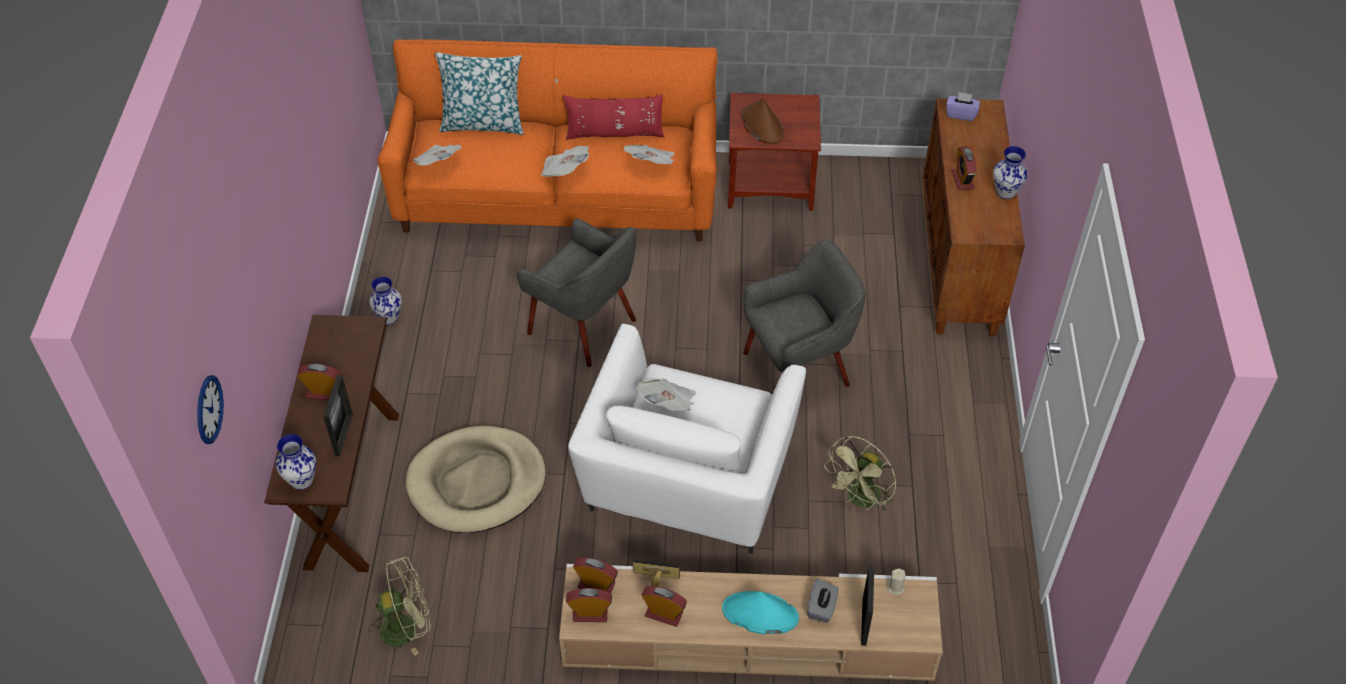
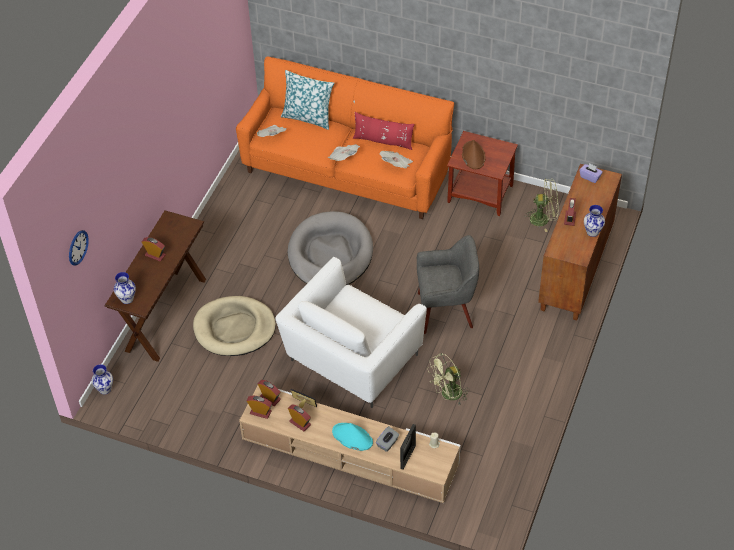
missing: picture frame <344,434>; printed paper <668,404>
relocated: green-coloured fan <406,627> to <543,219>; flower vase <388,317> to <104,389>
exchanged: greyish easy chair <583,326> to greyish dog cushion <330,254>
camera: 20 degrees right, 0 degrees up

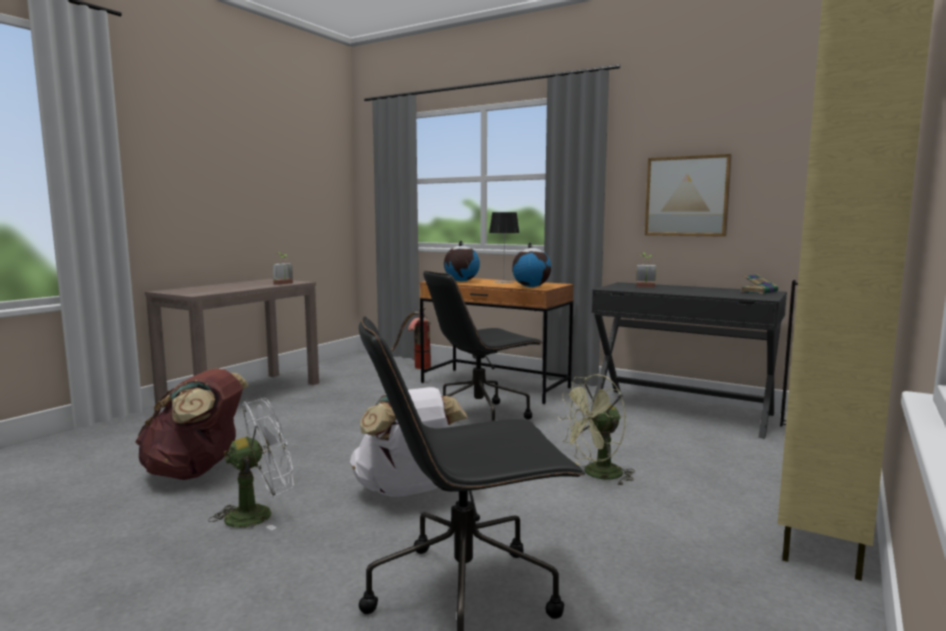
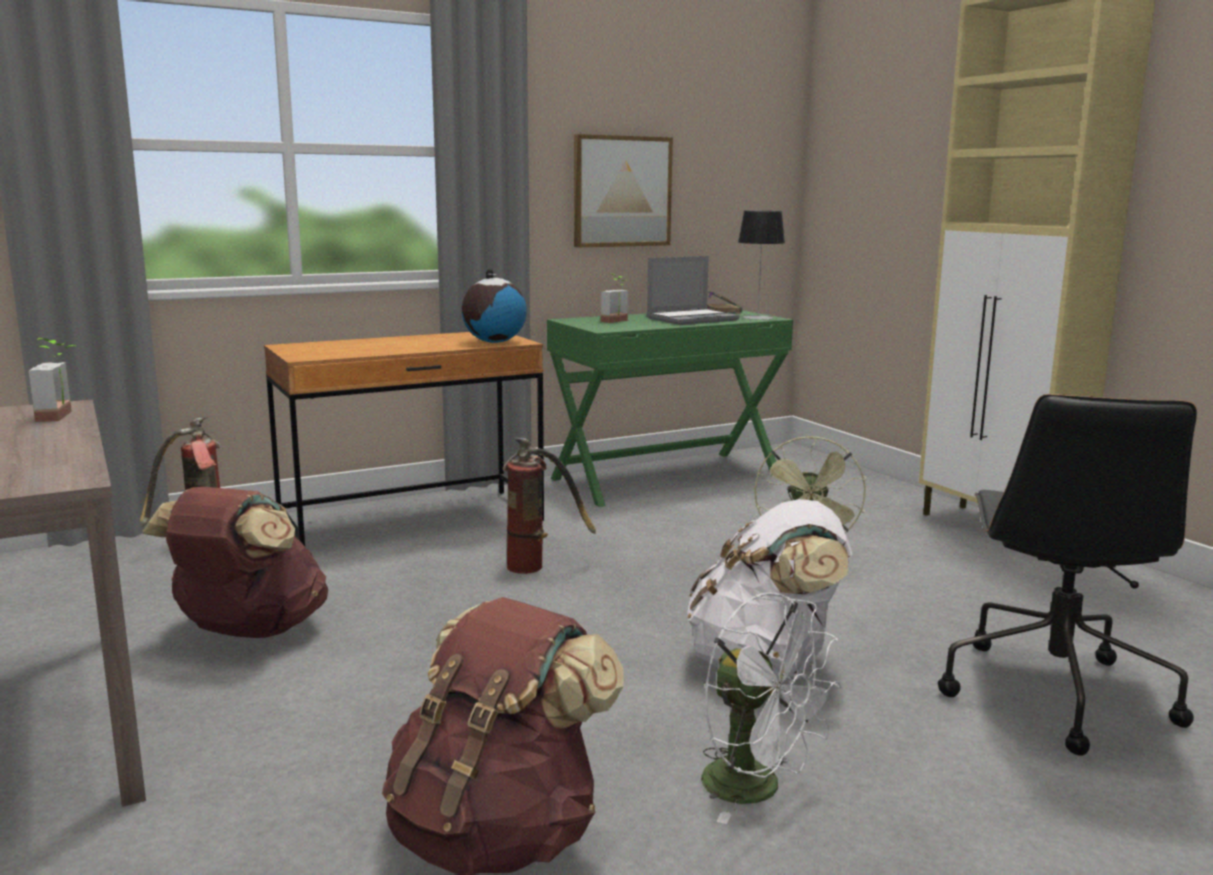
missing: globe <461,281>
appeared: brown-coloured rucksack <248,631>; notebook computer <692,319>
relocated: tabletop lamp <503,281> to <757,318>
exchanged: blackish desk chair <480,417> to fire extinguisher <539,565>
colour: blackish desk <681,411> to green-coloured desk <666,477>
spun: white fan <259,514> = <757,789> 135 degrees clockwise
camera: 60 degrees left, 5 degrees up

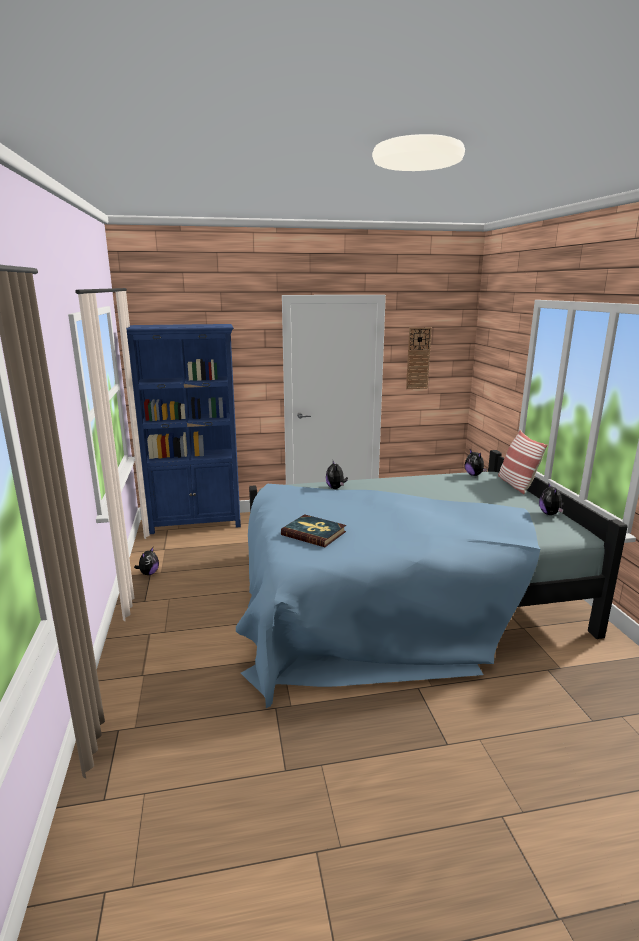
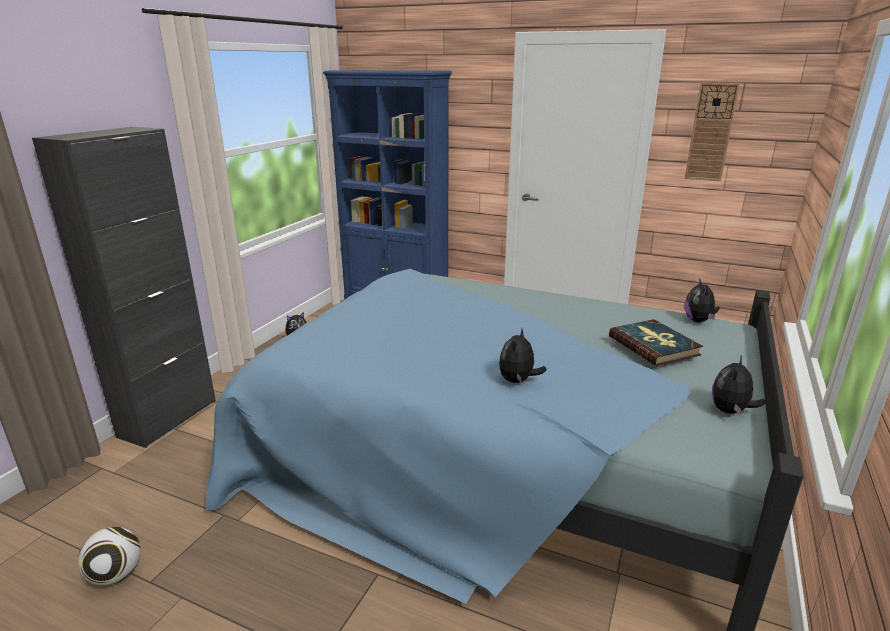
missing: pillow <516,484>
appeared: blackish storage cabinet <168,418>; ball for football <116,575>
relocated: book <314,533> to <654,345>; cuddly toy <336,488> to <518,381>
camera: 35 degrees right, 5 degrees up

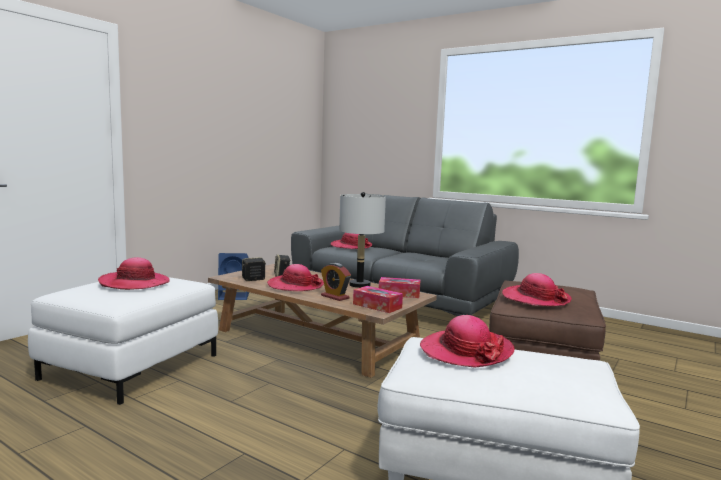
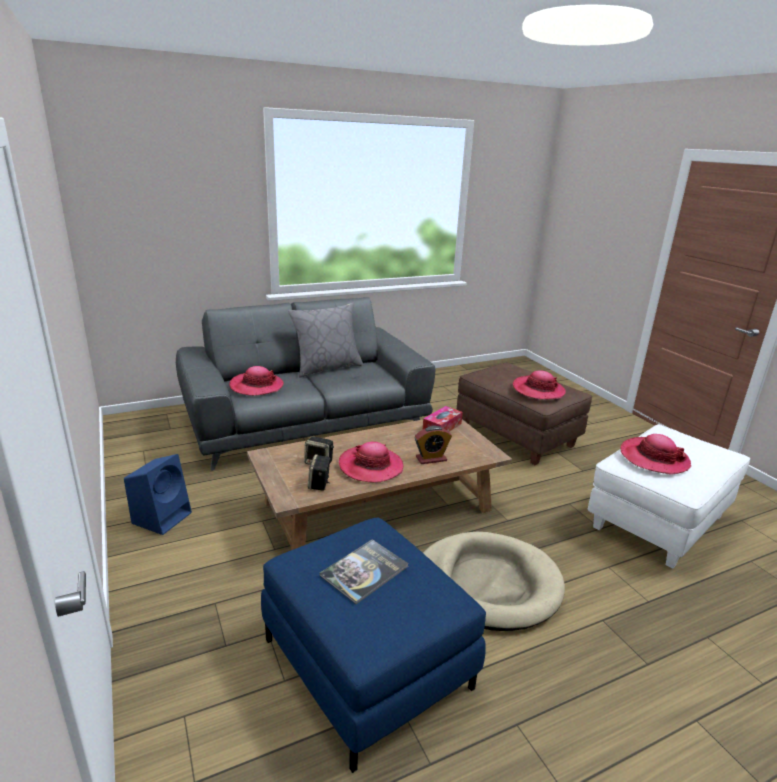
missing: greyish tabletop lamp <360,285>; box of tissues <377,306>
appeared: greyish pillow <327,367>; beige-coloured dog cushion <487,584>
exchanged: clothing hat <134,283> to book <364,571>
colour: white ottoman <131,366> to bluish ottoman <366,663>
camera: 60 degrees left, 15 degrees up

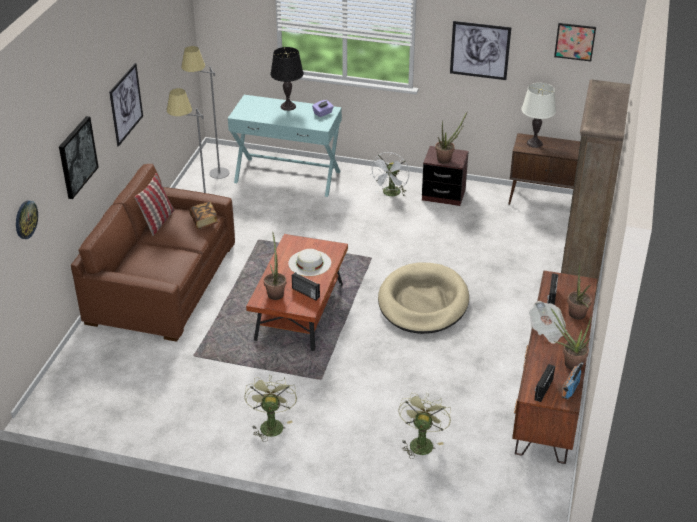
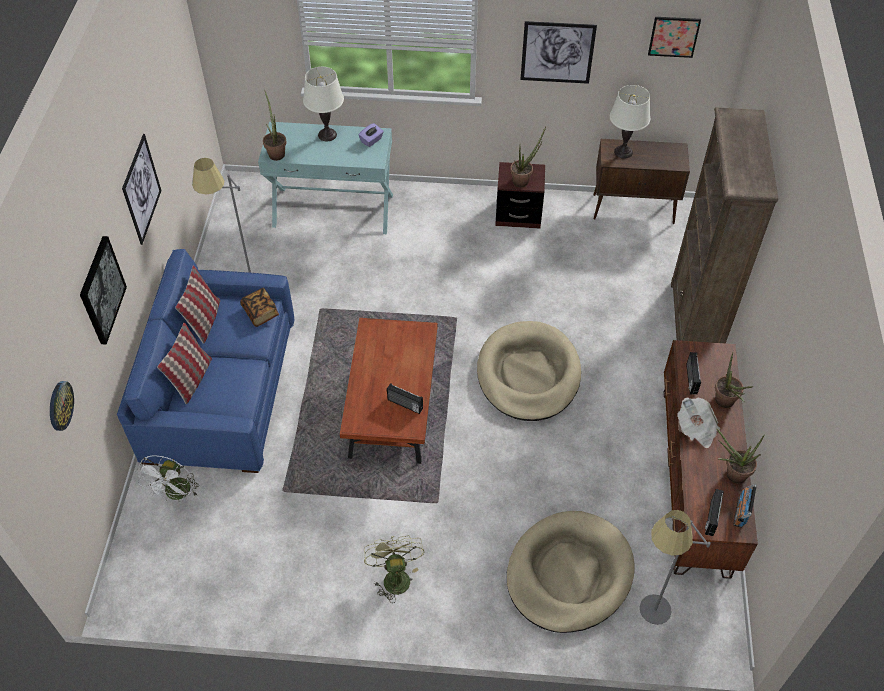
missing: white clothing hat <309,263>
appeared: pillow <192,379>
relocated: greyish standing lamp <211,176> to <646,619>; houseplant <275,292> to <276,152>; white fan <390,194> to <176,494>
exchanged: green-coloured fan <421,442> to beige-coloured dog cushion <569,574>
colour: brown-coloured settee <161,282> to bluish settee <219,387>; blackish tabletop lamp <288,106> to white tabletop lamp <327,135>
camera: 10 degrees left, 15 degrees up

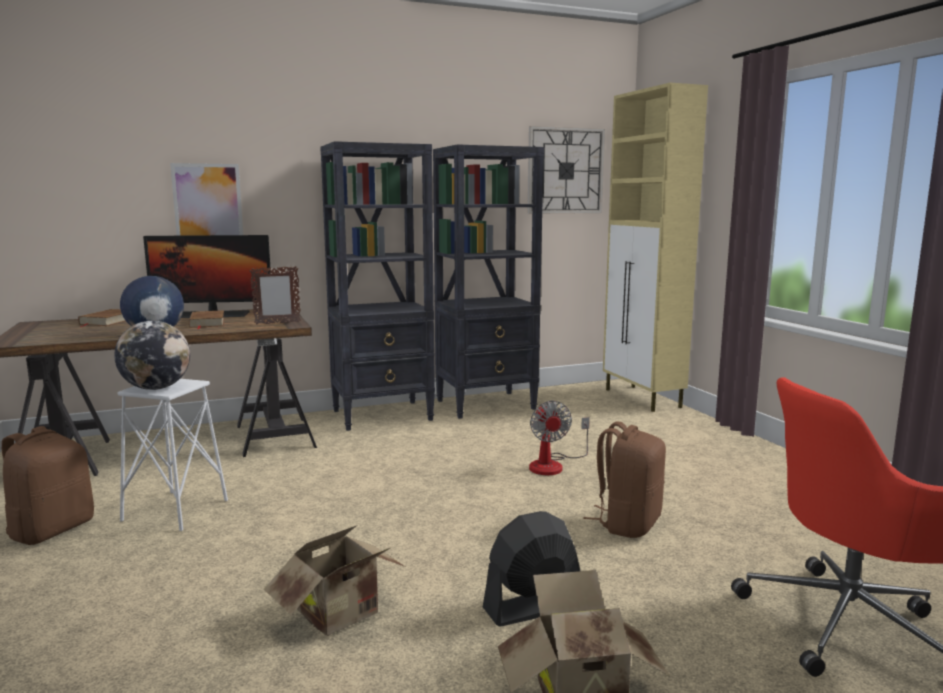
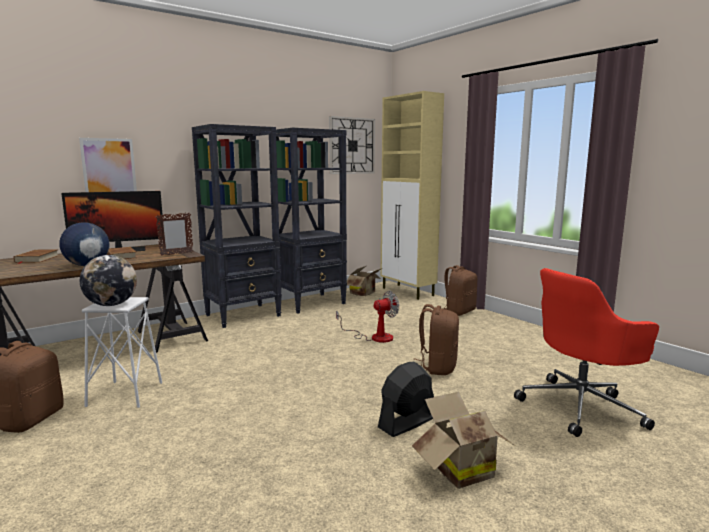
appeared: brown-coloured rucksack <459,312>
relocated: packing box <343,615> to <364,293>
spun: fan <553,465> = <374,337> 90 degrees counterclockwise
camera: 15 degrees left, 0 degrees up

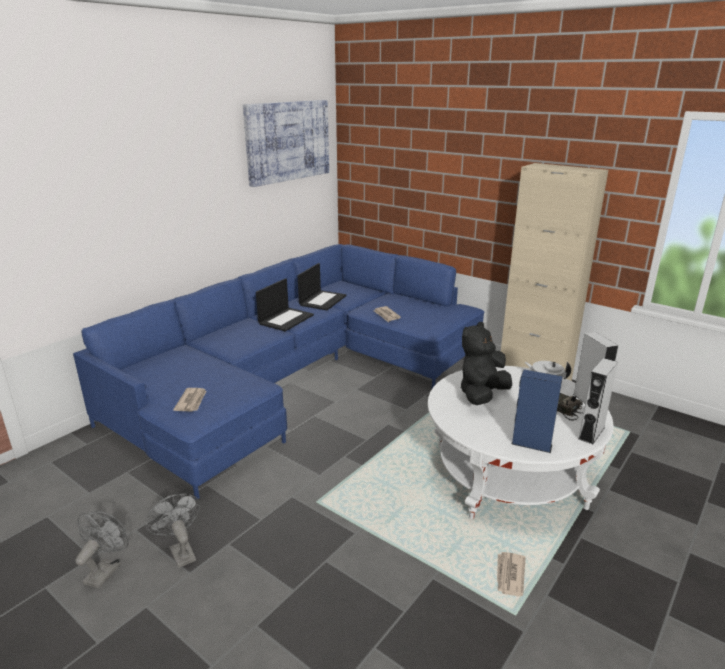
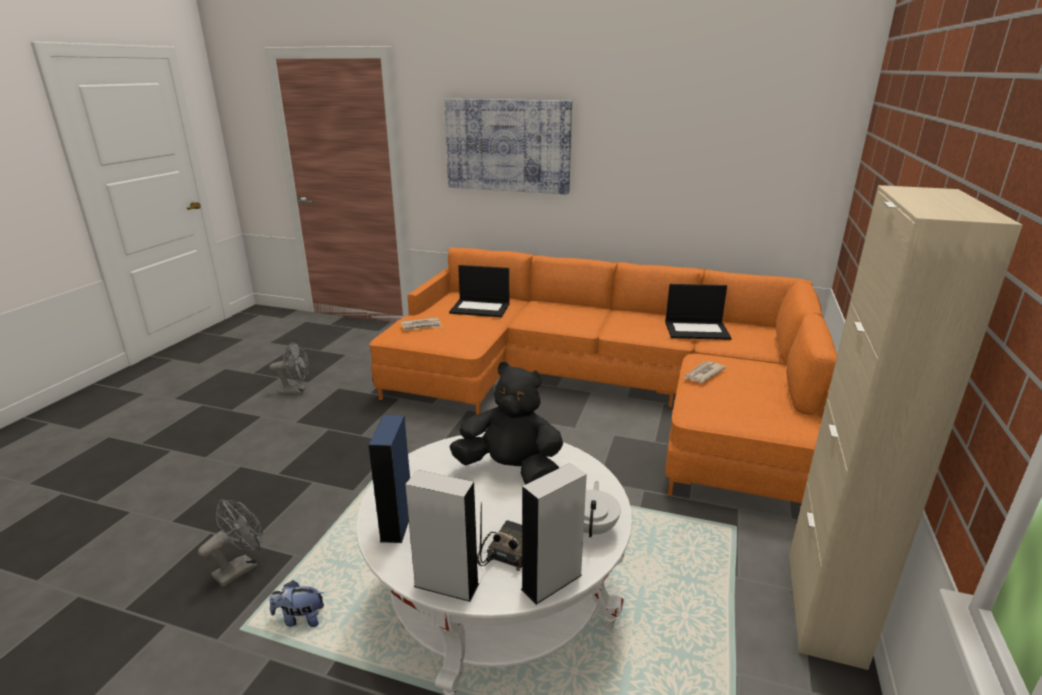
relocated: greyish fan <180,551> to <241,567>; wall art <287,141> to <508,145>; notebook computer <286,319> to <481,308>
exchanged: printed paper <509,576> to cuddly toy <300,618>
colour: bluish settee <298,376> to orange settee <608,393>
camera: 70 degrees right, 0 degrees up

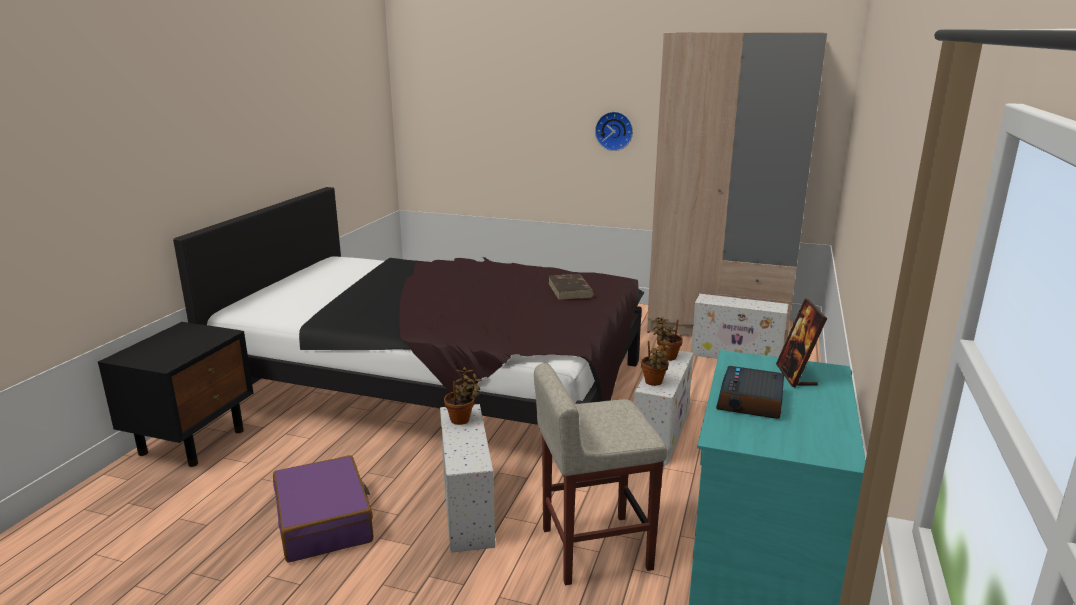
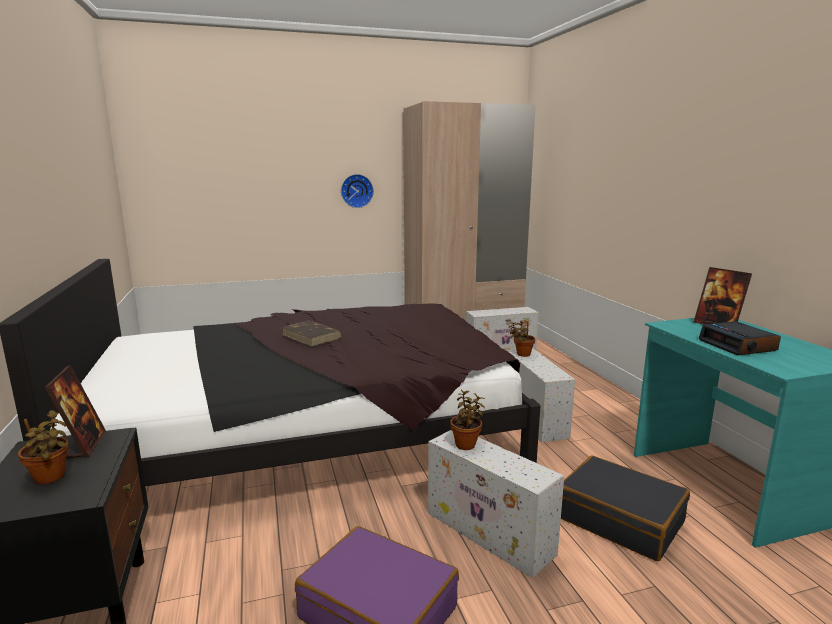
appeared: picture frame <83,445>
relocated: brown-coloured book <570,290> to <312,336>; houseplant <654,382> to <50,478>
exchanged: beige-coloured stool seat <594,548> to blackish travel case <620,519>
camera: 35 degrees left, 5 degrees down

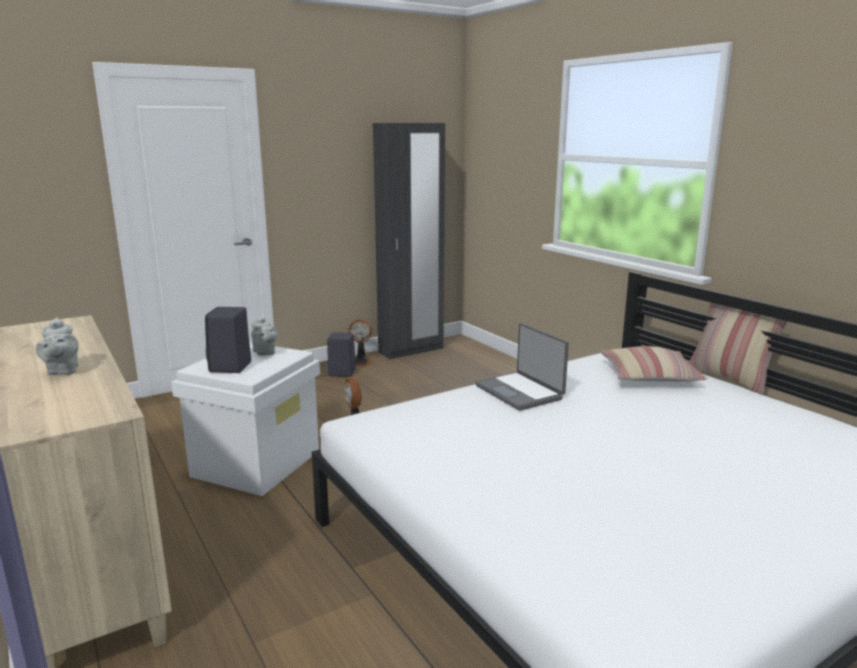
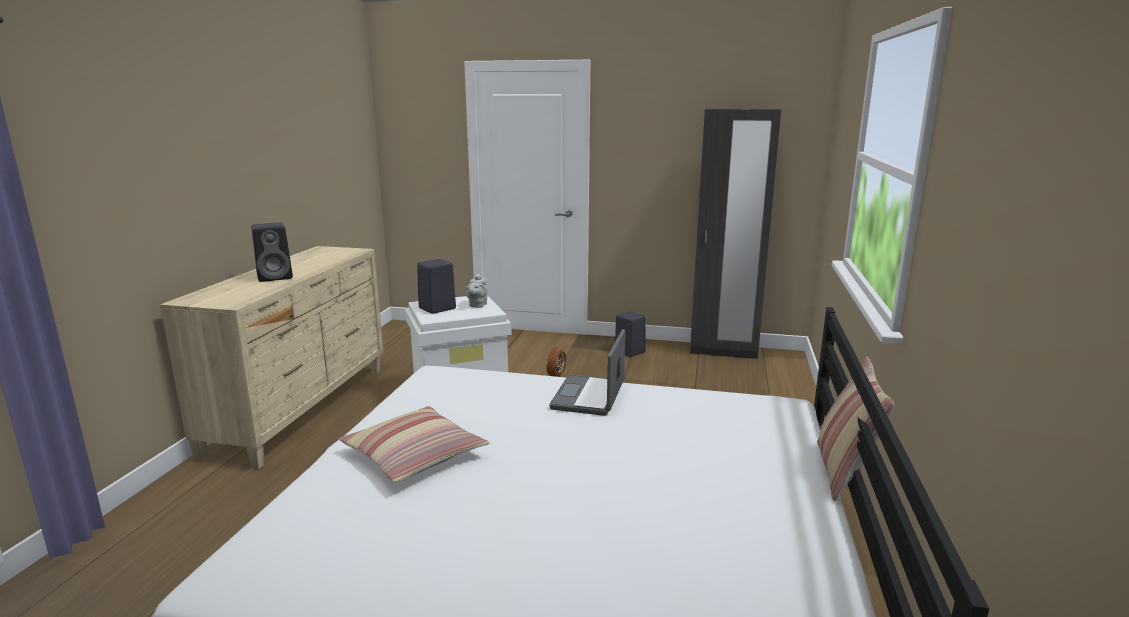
missing: fan <361,362>
relocated: pillow <649,376> to <414,456>
exchanged: greyish tea pot <62,371> to blackish loudspeaker <276,277>
camera: 45 degrees right, 0 degrees up

